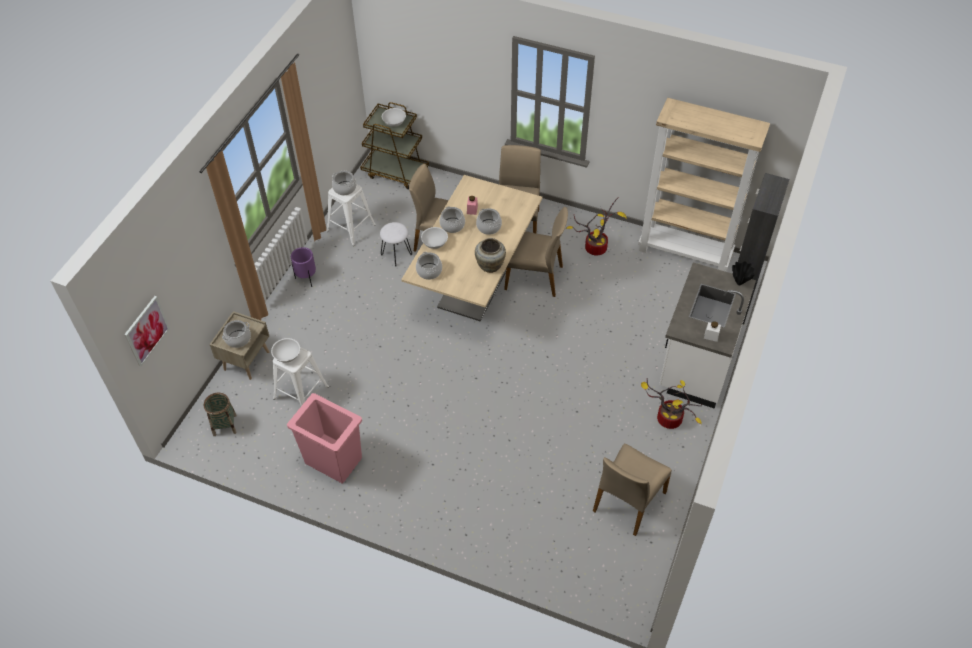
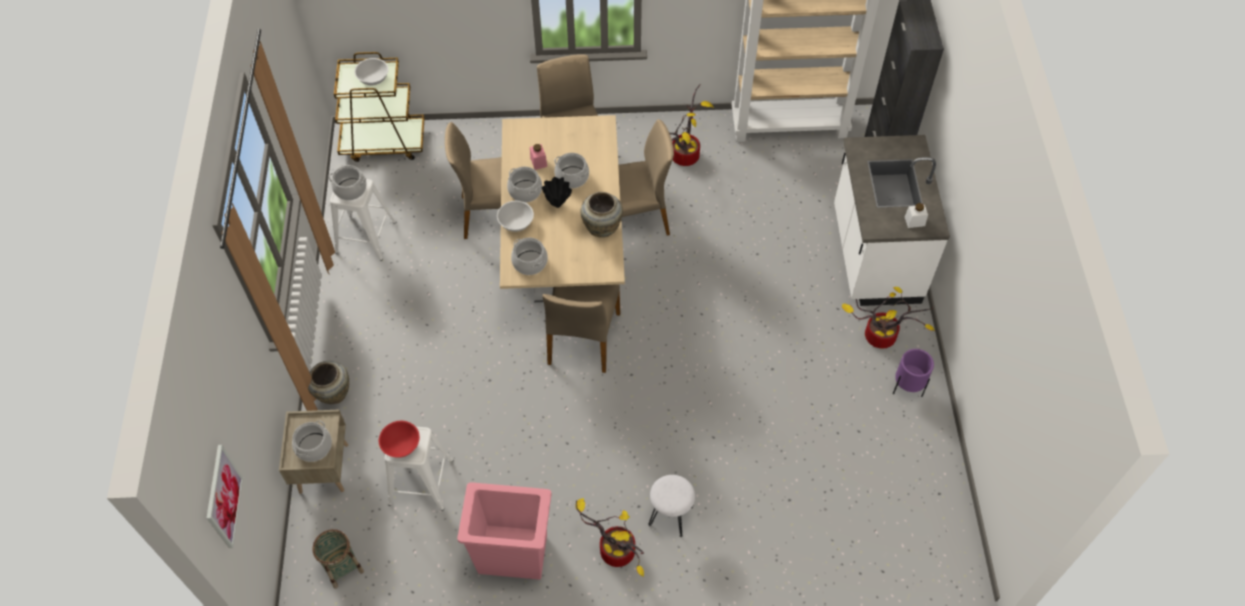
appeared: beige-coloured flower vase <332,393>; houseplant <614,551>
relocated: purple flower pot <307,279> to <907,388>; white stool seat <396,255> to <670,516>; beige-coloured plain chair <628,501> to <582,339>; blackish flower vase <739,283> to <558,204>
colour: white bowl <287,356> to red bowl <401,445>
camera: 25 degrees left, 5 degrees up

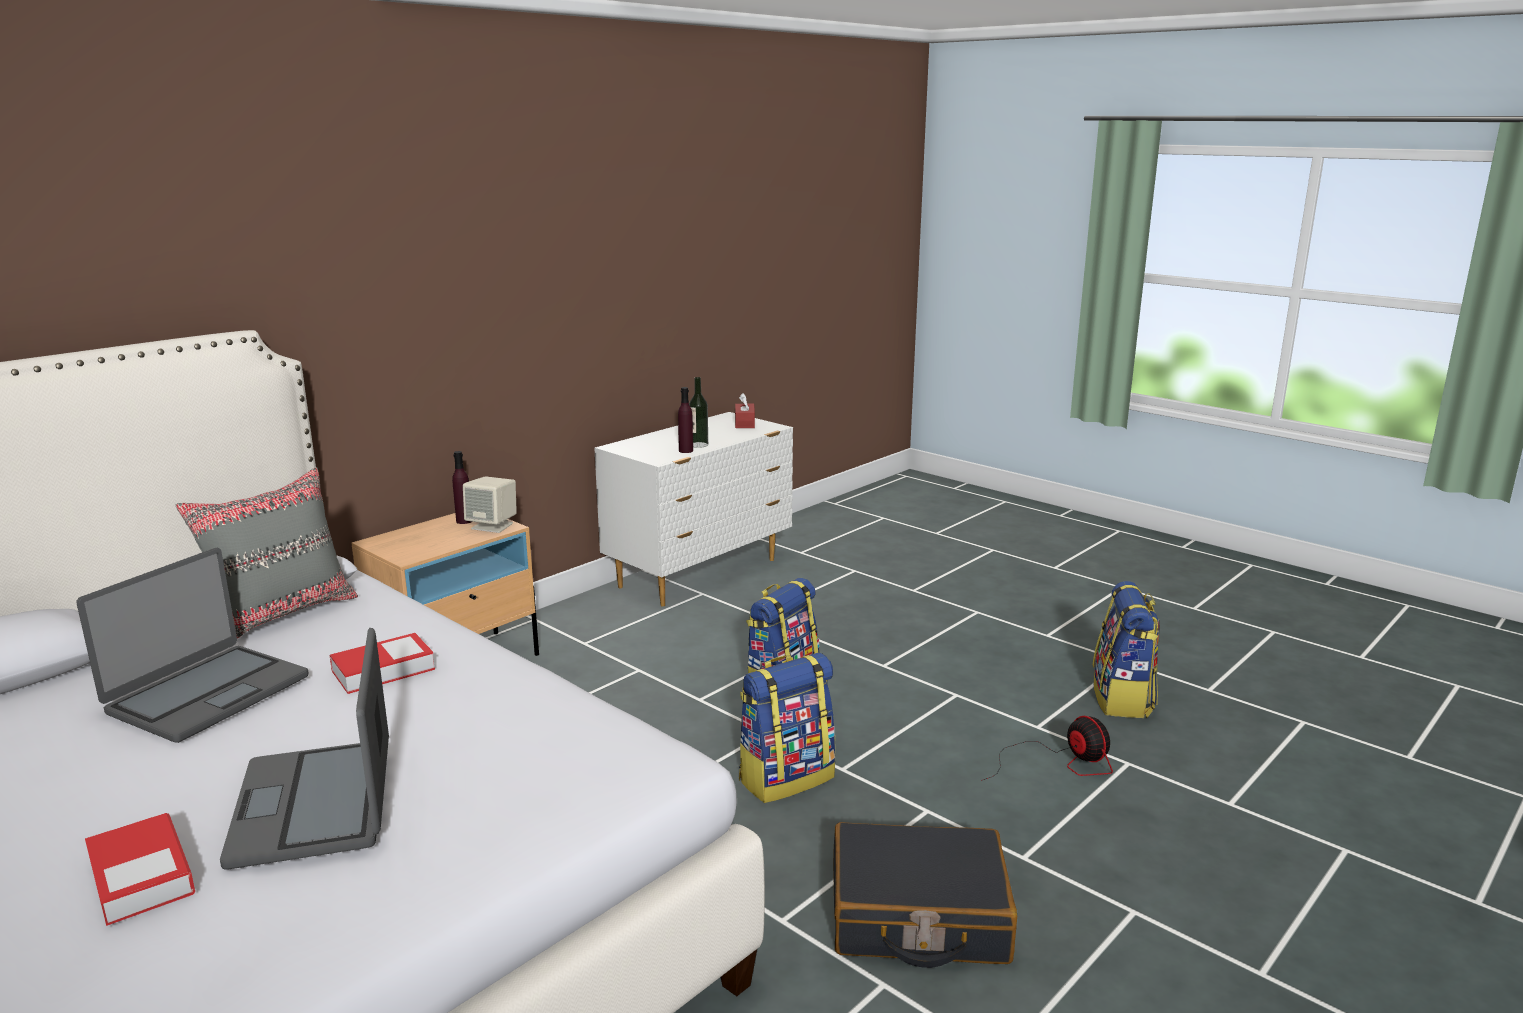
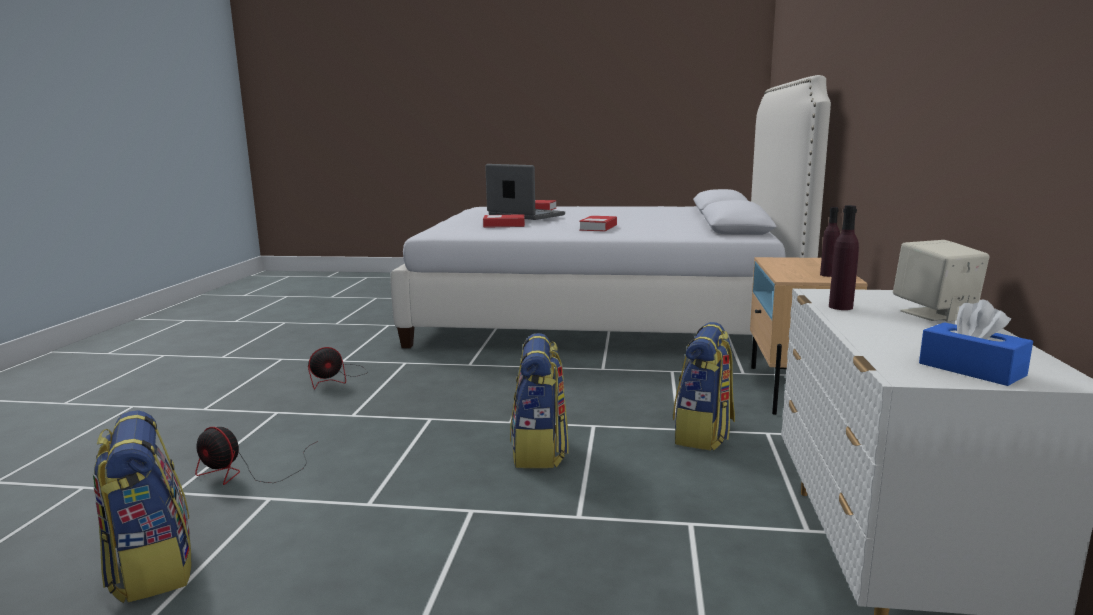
missing: notebook computer <207,694>; greyish pillow <282,614>; beverage bottle <698,445>
appeared: book <504,225>
relocated: beige-coloured loudspeaker <493,526> to <934,314>; rucksack <786,778> to <703,434>
exchanged: blackish travel case <918,916> to fan <336,378>
colour: red box of tissues <744,423> to bluish box of tissues <971,369>
camera: 145 degrees right, 5 degrees down

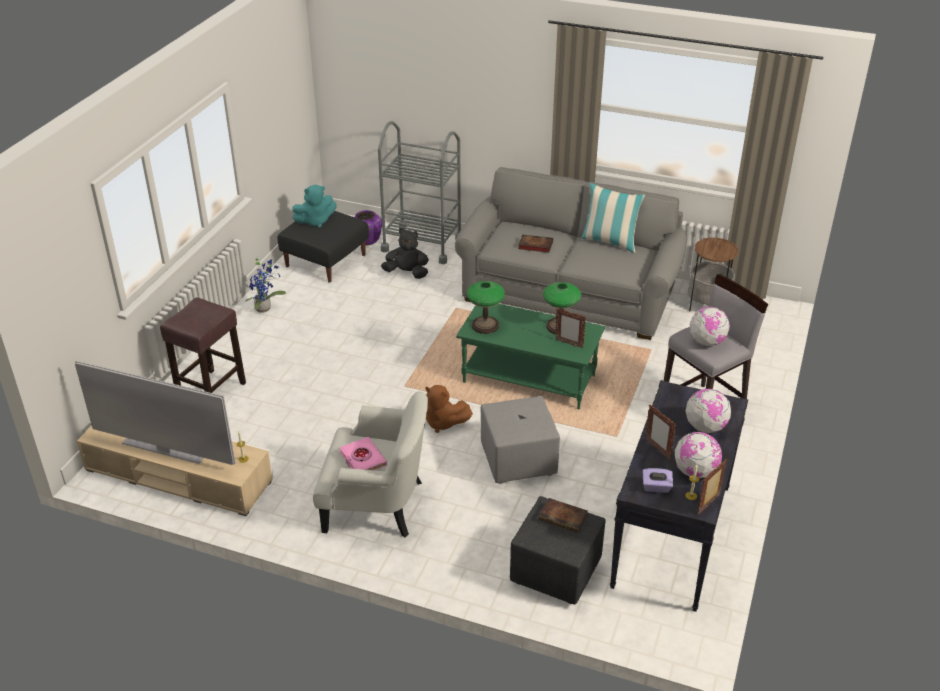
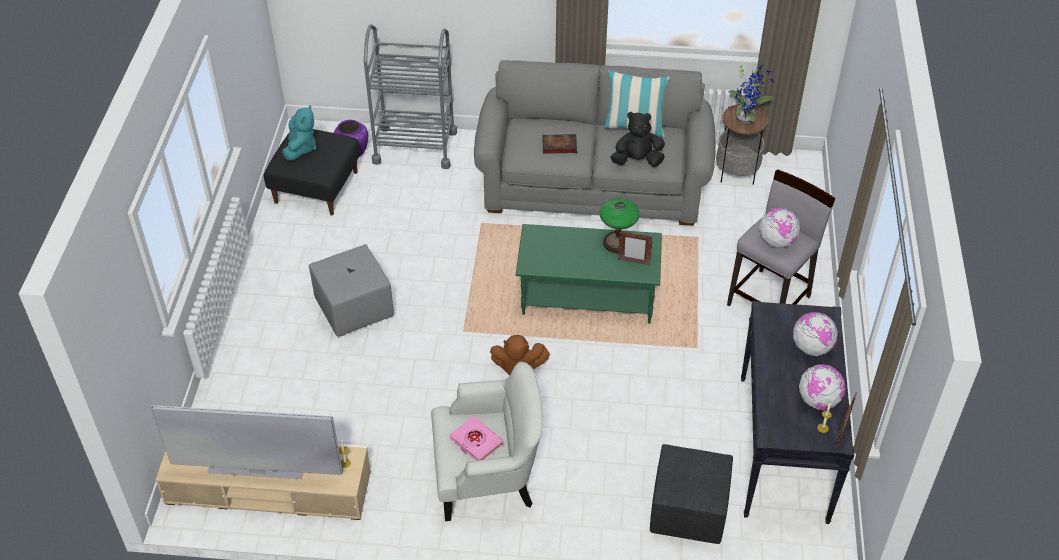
missing: brown-coloured stool seat <211,391>; tabletop lamp <485,325>; book <564,518>; purple box of tissues <656,487>; picture frame <657,449>
relocated: houseplant <265,308> to <746,117>; blackish cuddly toy <407,273> to <637,161>; greyish ottoman <517,461> to <354,310>
spun: blue-green cuddly toy <315,221> = <300,148> 45 degrees counterclockwise
camera: 15 degrees left, 10 degrees up

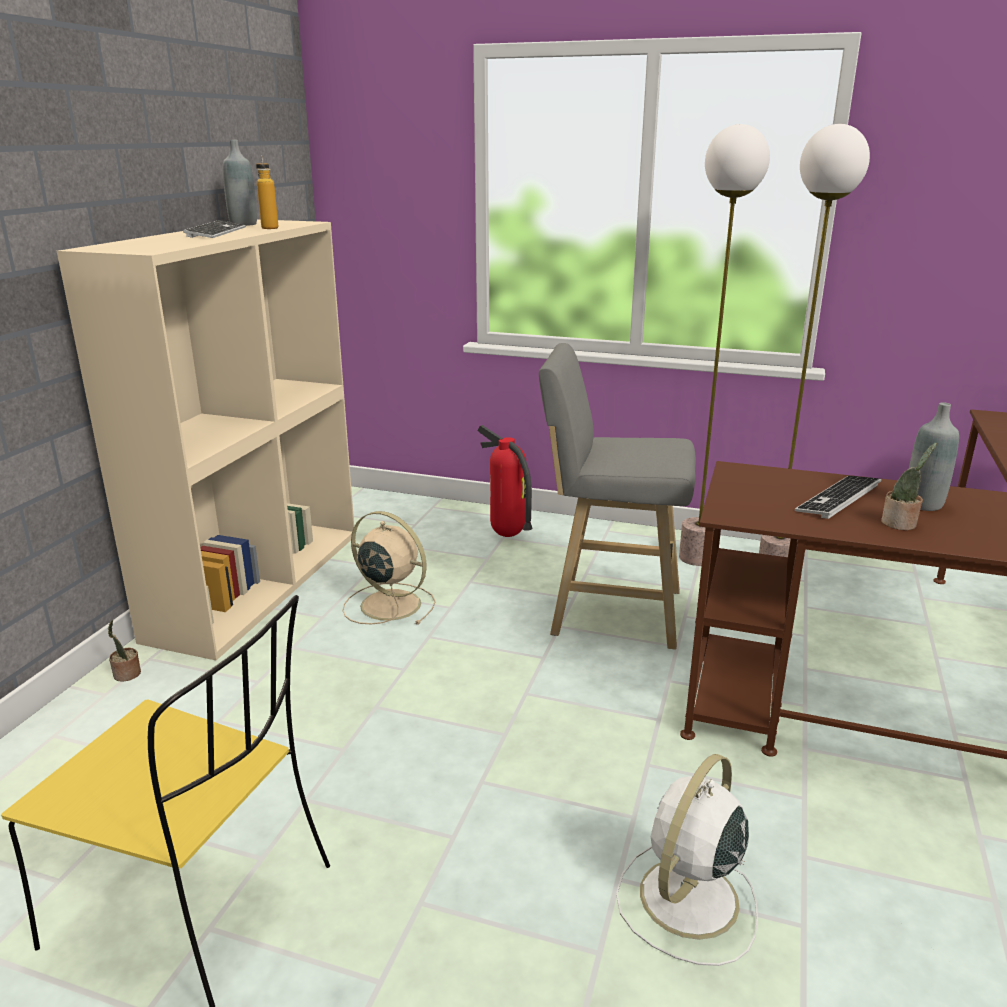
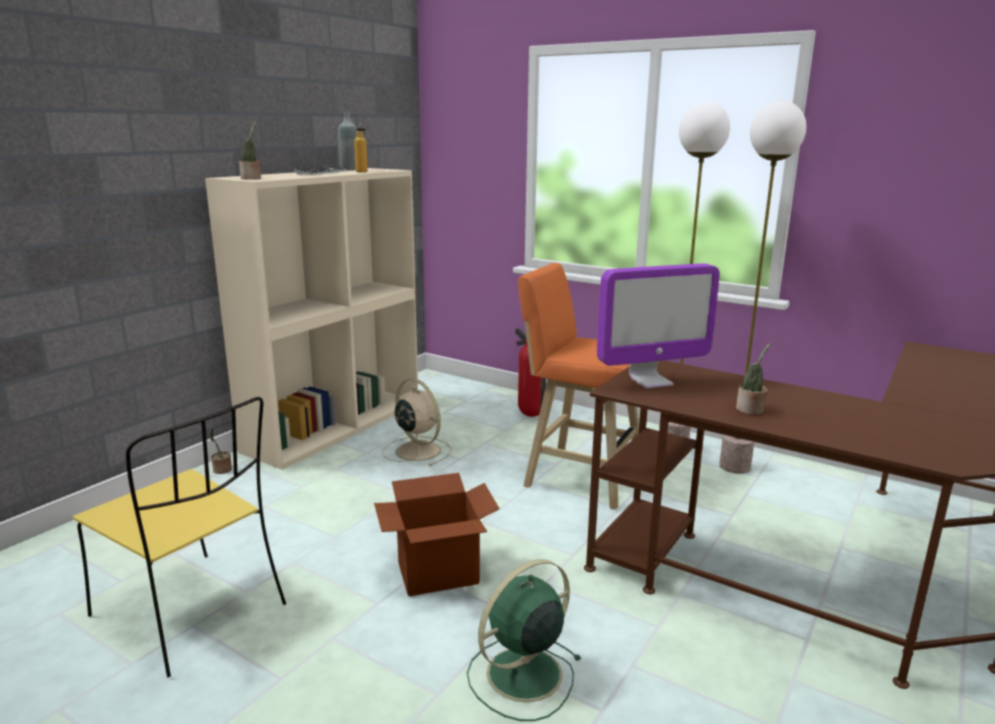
missing: PC keyboard <838,498>; greyish beverage bottle <923,504>
appeared: houseplant <252,178>; packing box <437,573>; monitor <650,381>
colour: greyish stool seat <609,611> to orange stool seat <579,477>; white fan <686,901> to green-coloured fan <521,675>
camera: 15 degrees right, 5 degrees down

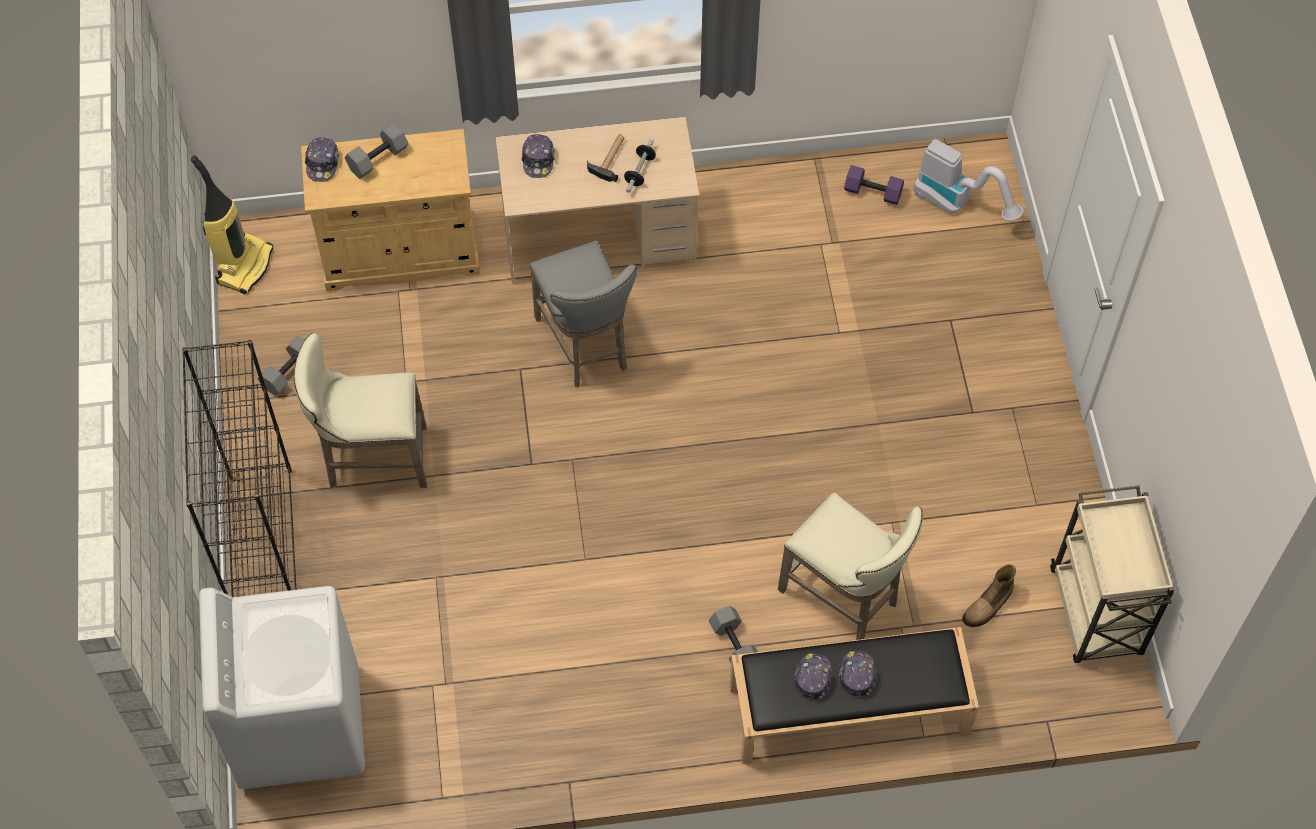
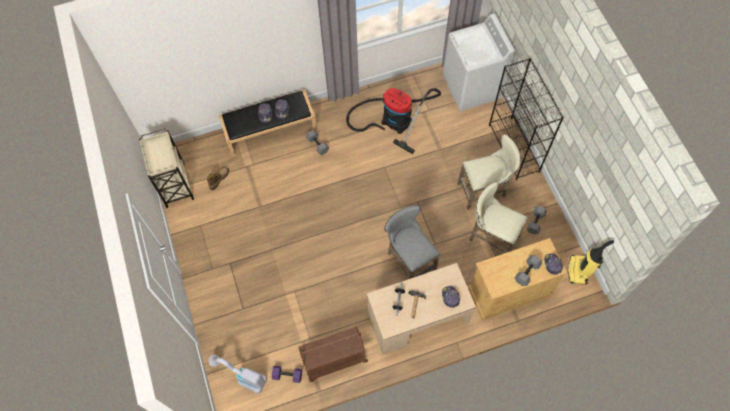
appeared: brown-coloured wheeled cart <334,361>; hoover <393,120>
relocated: beige-coloured stool seat <844,599> to <491,238>
camera: 170 degrees right, 5 degrees up

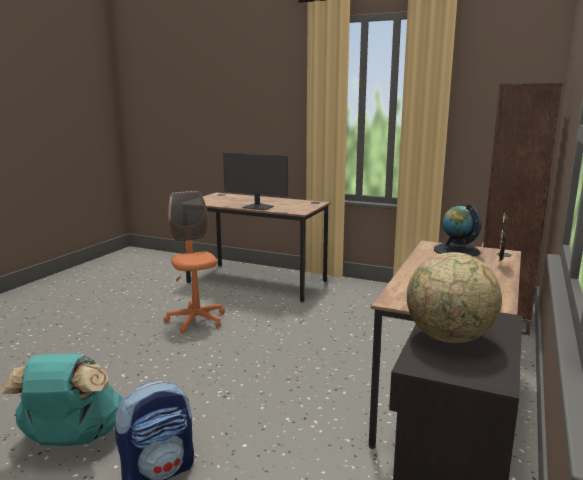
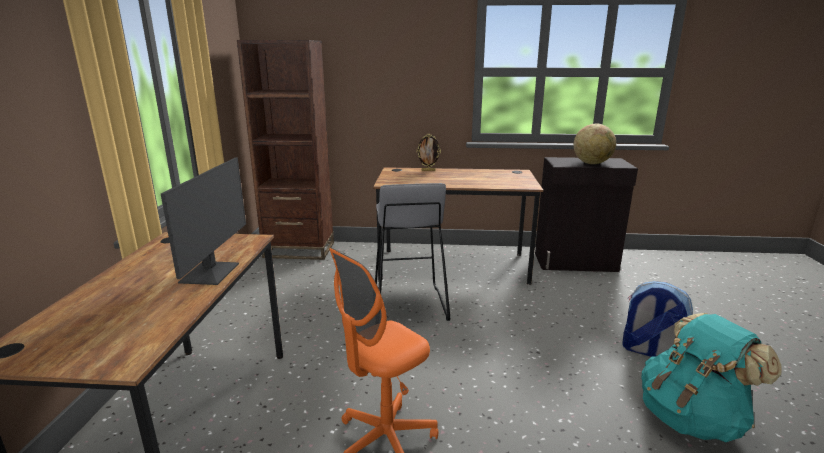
missing: globe <456,250>
appeared: greyish stool seat <408,306>
camera: 110 degrees left, 5 degrees up

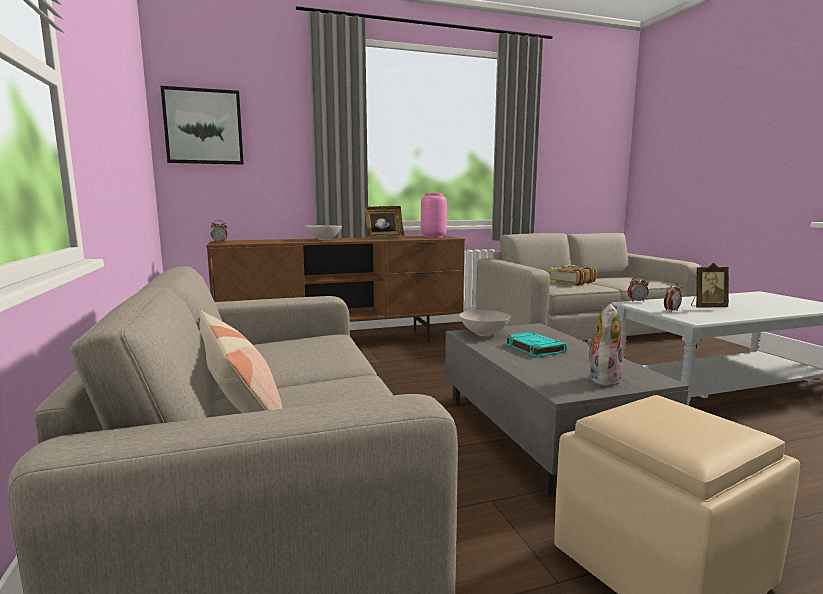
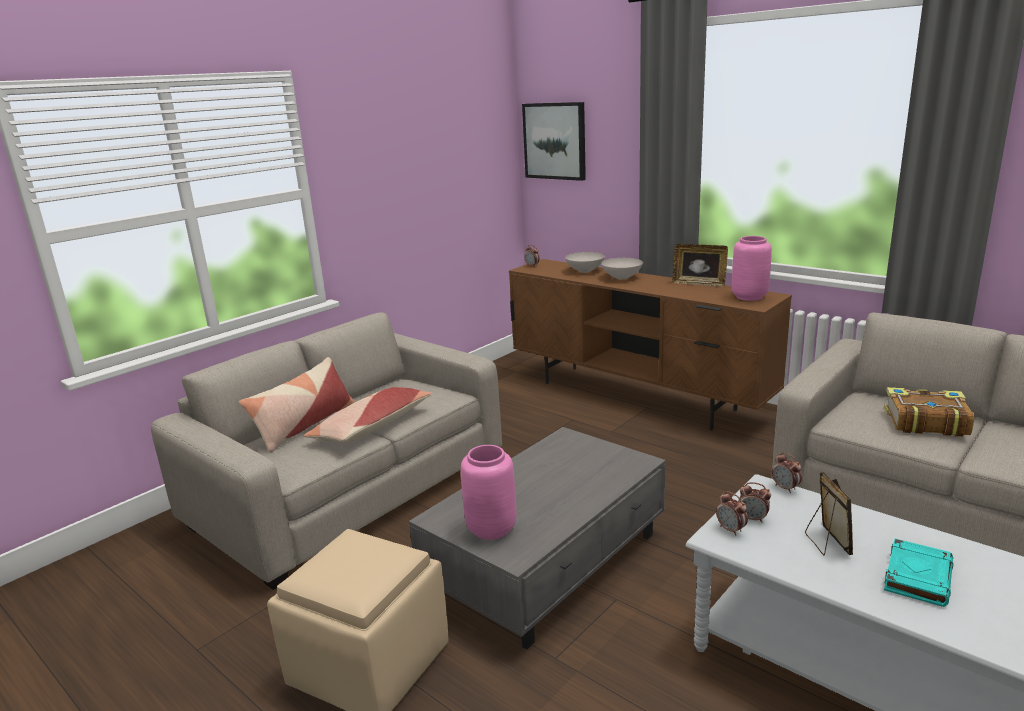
appeared: pillow <371,427>; bedside clock <731,530>
relocated: white bowl <483,334> to <584,271>; blue-green book <533,348> to <917,576>
exchanged: cuddly toy <602,379> to pink flower vase <490,529>
spun: picture frame <707,307> = <826,543> 150 degrees counterclockwise
camera: 60 degrees right, 10 degrees up

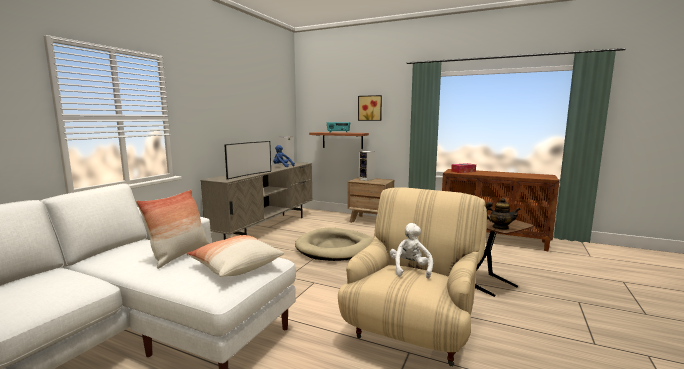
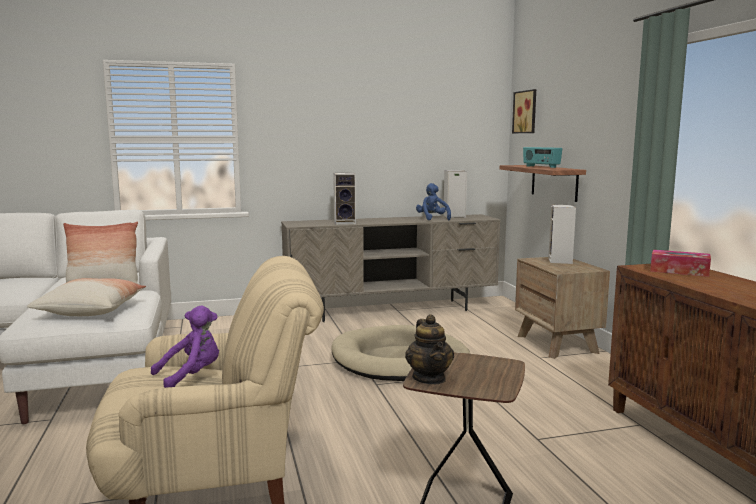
relocated: wall art <370,108> to <526,112>
exchanged: TV set <248,174> to loudspeaker <345,223>
colour: white cuddly toy <410,269> to purple cuddly toy <191,376>
camera: 50 degrees right, 0 degrees up

